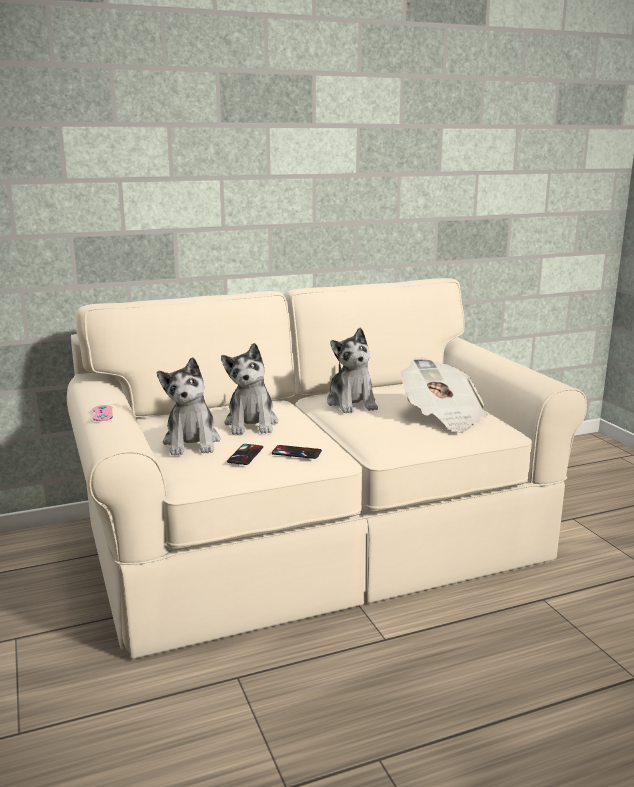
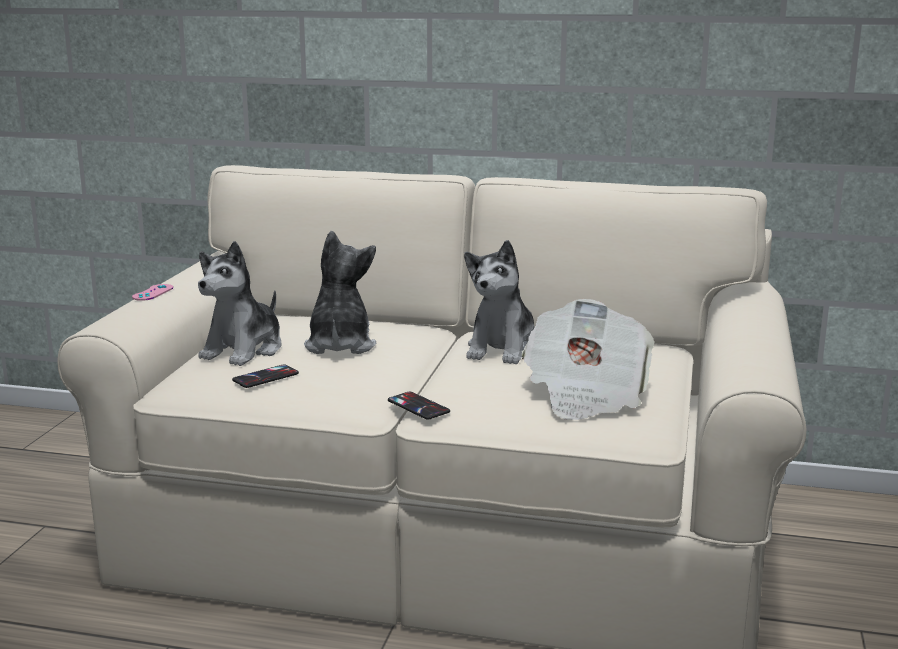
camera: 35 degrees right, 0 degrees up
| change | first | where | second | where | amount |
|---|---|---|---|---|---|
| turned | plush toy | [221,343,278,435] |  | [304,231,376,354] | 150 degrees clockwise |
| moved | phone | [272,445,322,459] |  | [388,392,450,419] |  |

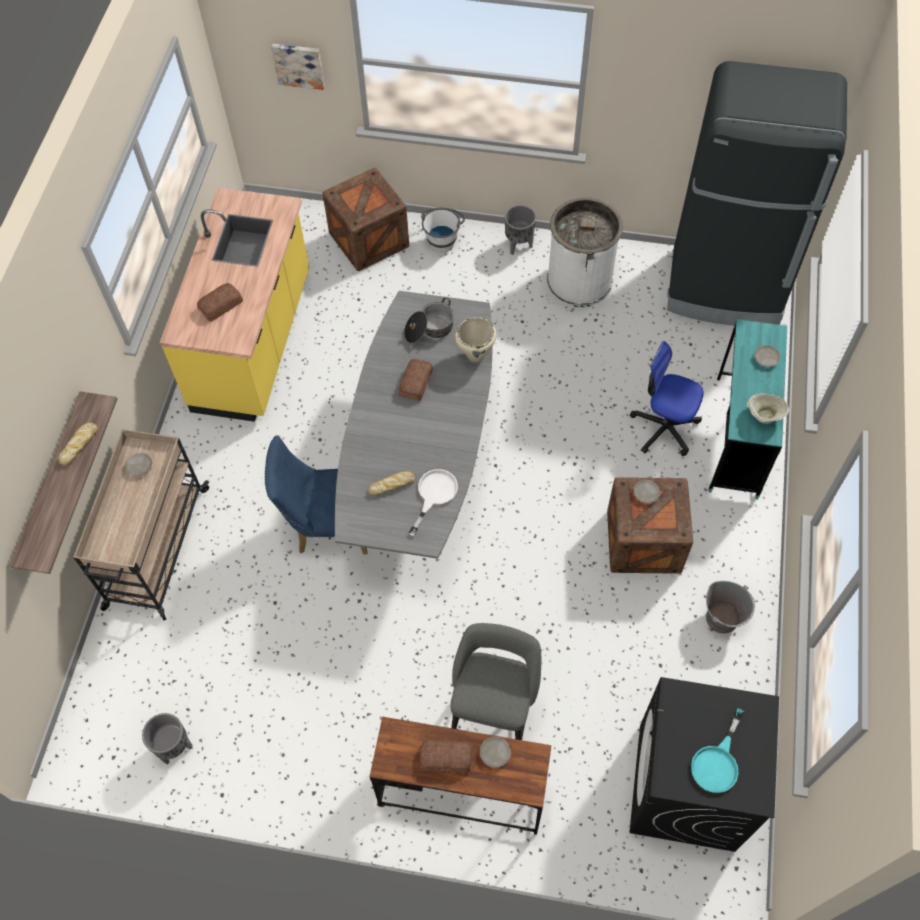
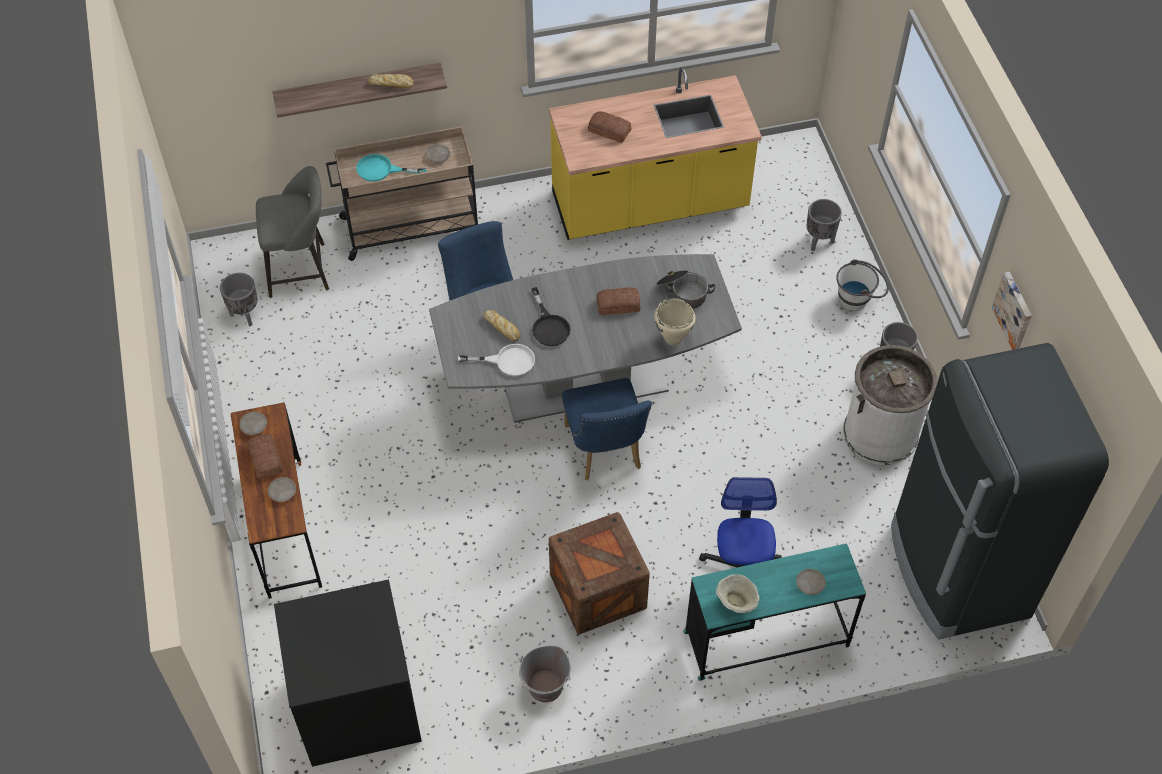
camera: 65 degrees right, 5 degrees down
| change | first | where | second | where | amount |
|---|---|---|---|---|---|
| moved | picture | [271,44,325,90] |  | [992,272,1032,350] |  |
| replaced | crate | [322,168,409,271] | grey planter | [807,199,842,252] |  |
| moved | beige plate | [633,480,660,504] |  | [239,412,267,435] |  |
| moved | grey stool | [451,623,541,740] |  | [256,166,329,298] |  |
| moved | turquoise frying pan | [691,708,744,793] |  | [356,154,426,182] |  |
| added |  |  | black frying pan | [531,287,571,346] |  |
| added |  |  | blue chair | [562,378,652,480] |  |

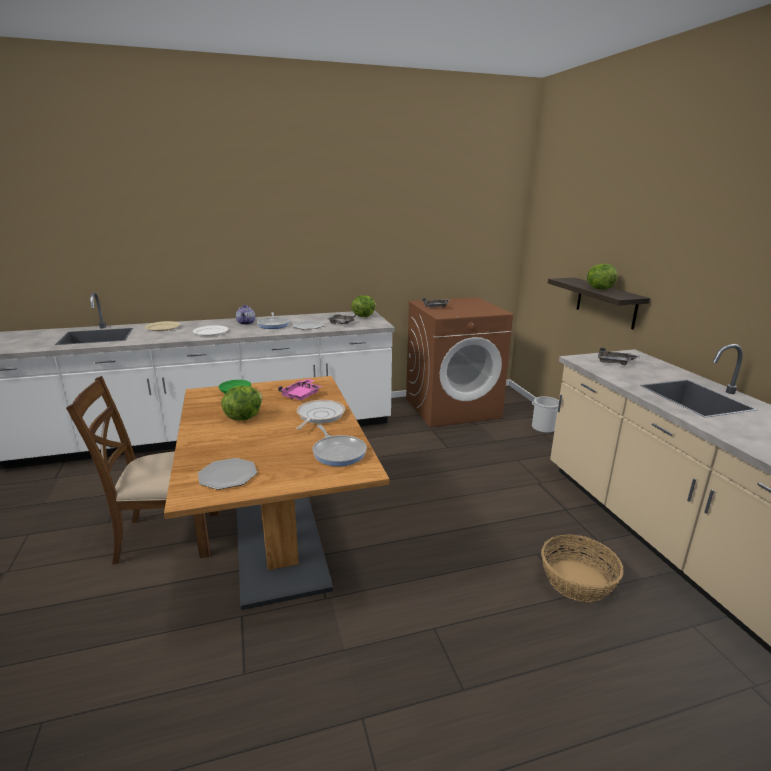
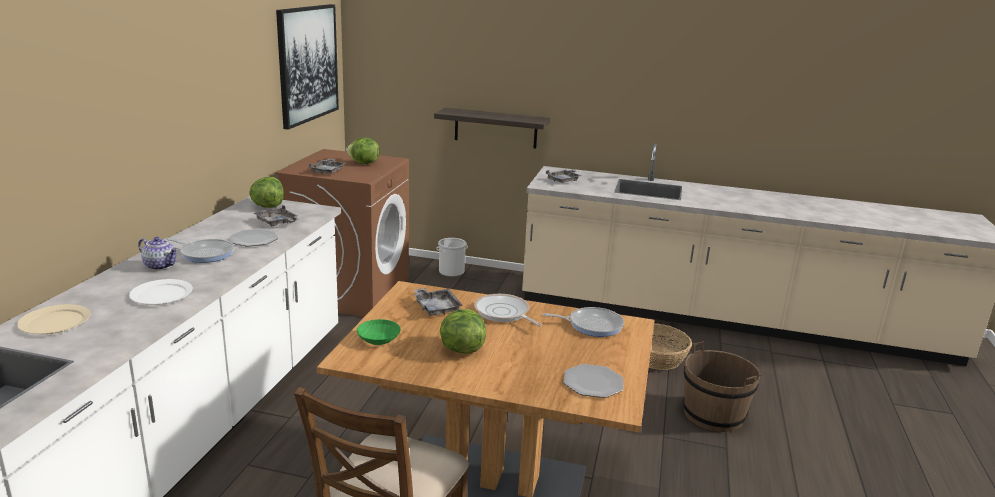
camera: 60 degrees left, 0 degrees up
| change | first | where | second | where | amount |
|---|---|---|---|---|---|
| moved | lettuce | [587,264,618,290] |  | [346,138,380,164] |  |
| recoloured | pink tray | [278,379,322,400] | grey tray | [414,288,463,316] |  |
| added |  |  | picture | [276,4,339,130] |  |
| added |  |  | brown bucket | [683,341,761,432] |  |

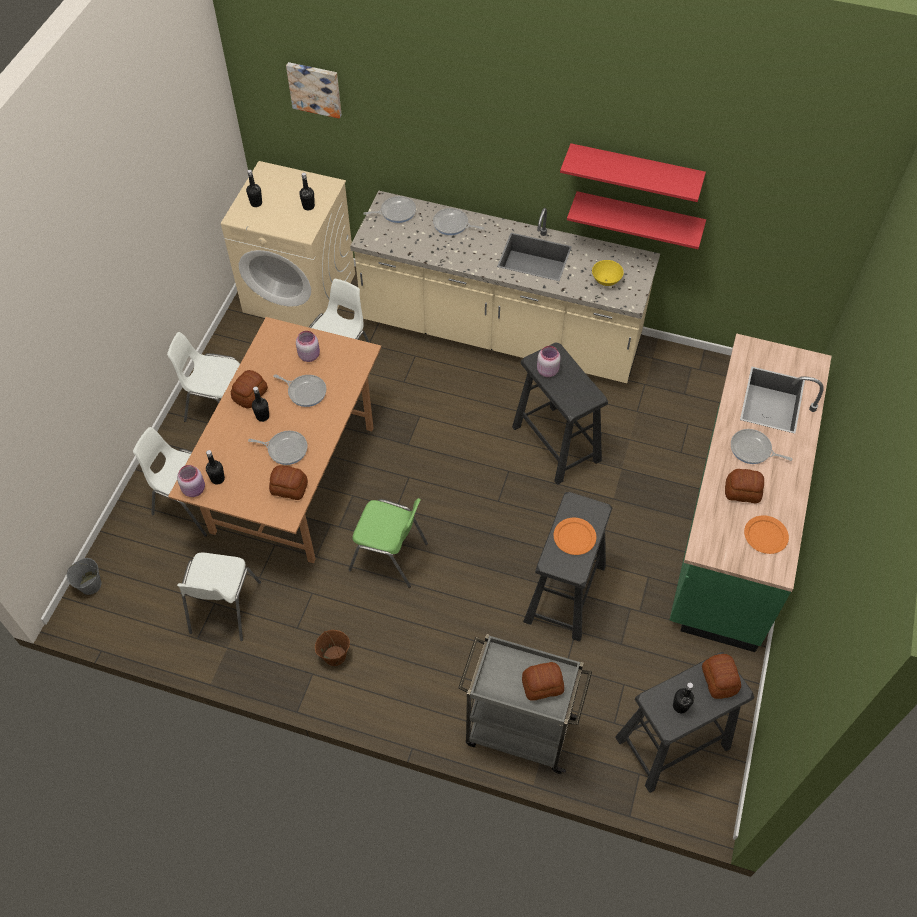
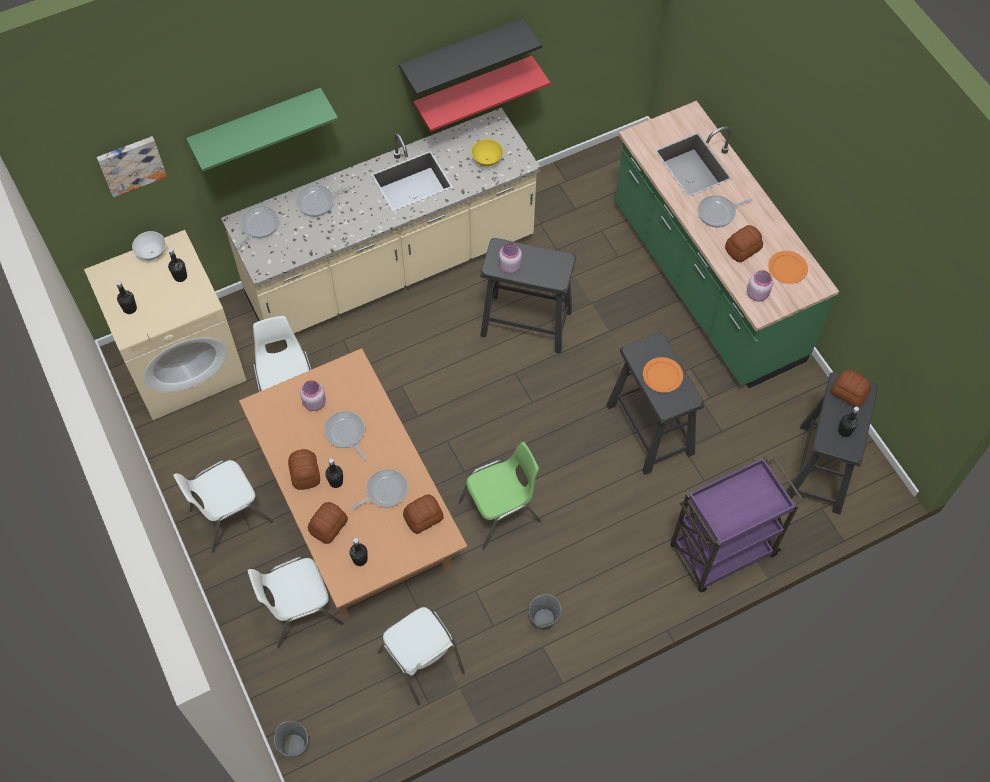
camera: 45 degrees left, 5 degrees up
| change | first | where | second | where | amount |
|---|---|---|---|---|---|
| recoloured | red shelf | [560,143,706,202] | black shelf | [399,18,542,96] |  |
| turned | frying pan | [274,374,326,407] |  | [324,411,366,460] | 105 degrees counterclockwise |
| moved | pink jar | [177,465,205,497] |  | [747,270,773,302] |  |
| recoloured | brown bucket | [315,630,350,666] | grey bucket | [529,594,561,630] |  |
| recoloured | grey cart | [458,634,592,774] | purple cart | [670,456,803,593] |  |
| moved | bread | [522,662,564,701] |  | [308,502,348,544] |  |
| added |  |  | green shelf | [186,88,338,172] |  |
| added |  |  | white bowl | [132,231,166,260] |  |

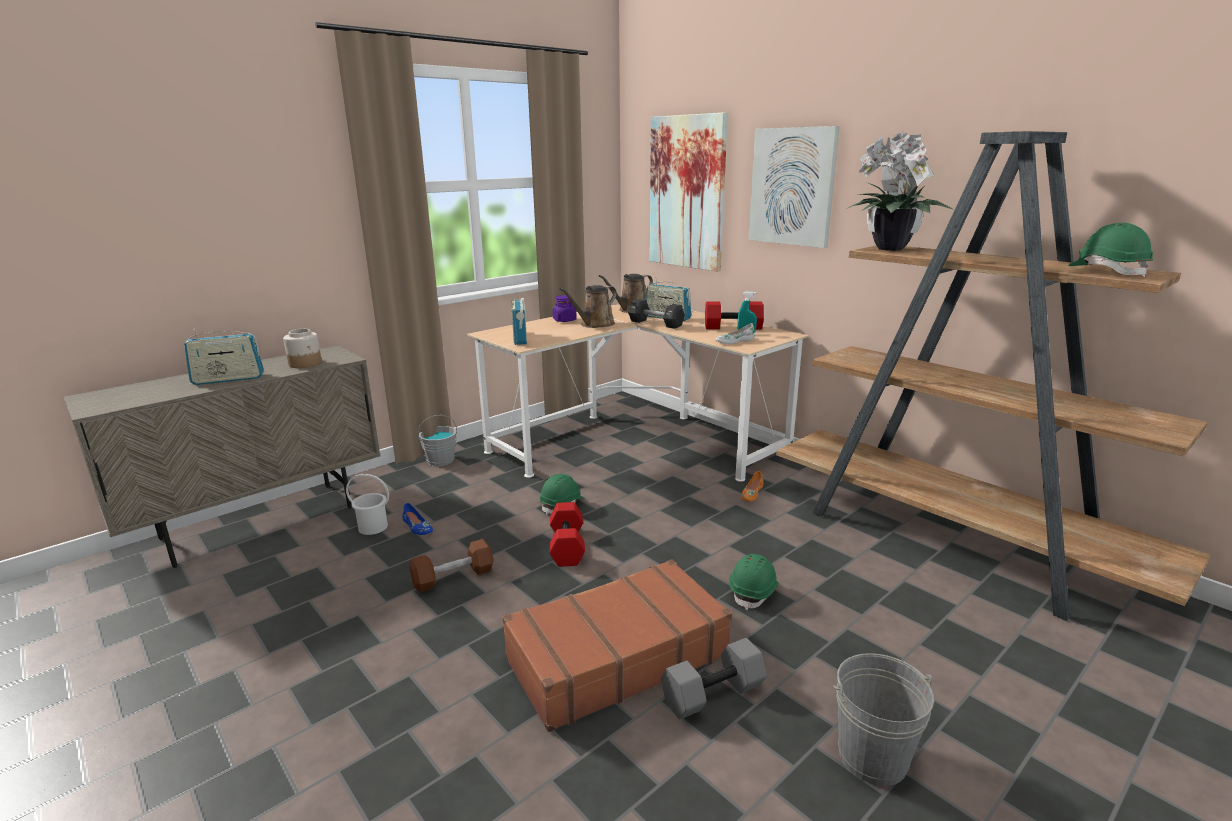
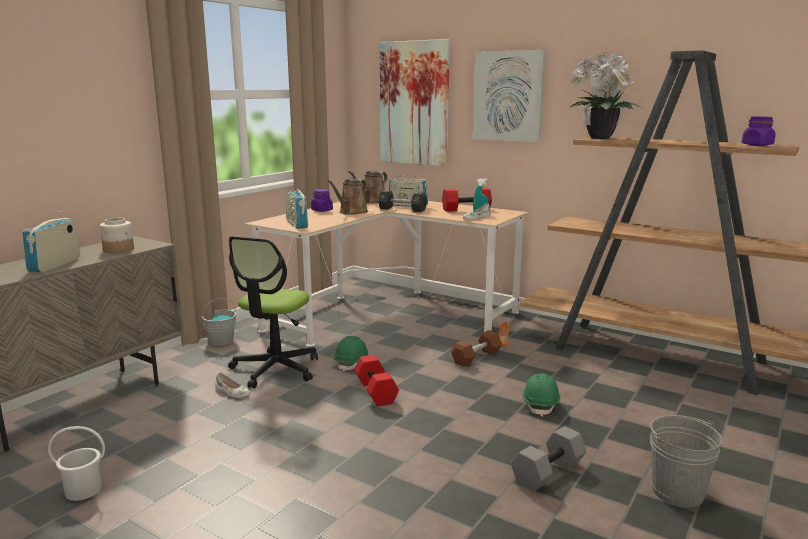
camera: 15 degrees left, 5 degrees down
| change | first | where | second | where | amount |
|---|---|---|---|---|---|
| replaced | green hard hat | [1068,223,1153,277] | purple jar | [742,116,776,146] |  |
| turned | radio | [184,329,264,385] |  | [22,211,80,272] | 135 degrees clockwise |
| moved | white bucket | [346,474,389,535] |  | [48,426,105,501] |  |
| recoloured | blue shoe | [403,503,433,535] | white shoe | [215,372,251,398] |  |
| moved | brown dumbbell | [410,539,494,593] |  | [451,330,502,367] |  |
| removed | brown suitcase | [503,559,732,732] |  |  |  |
| added |  |  | office chair | [228,236,318,388] |  |

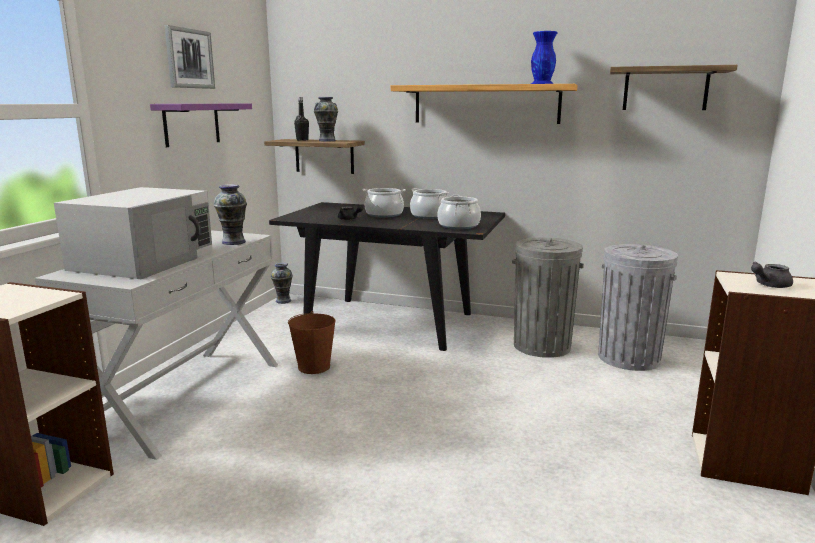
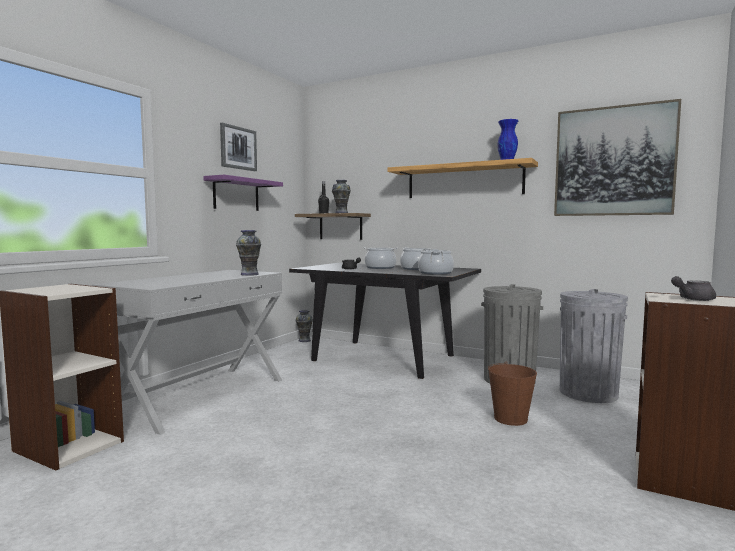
camera: 10 degrees right, 10 degrees down
| change | first | where | second | where | amount |
|---|---|---|---|---|---|
| replaced | shelf | [610,65,738,110] | picture | [554,99,681,216] |  |
| removed | white microwave | [54,187,213,279] |  |  |  |
| moved | brown bucket | [288,311,336,374] |  | [488,362,537,426] |  |

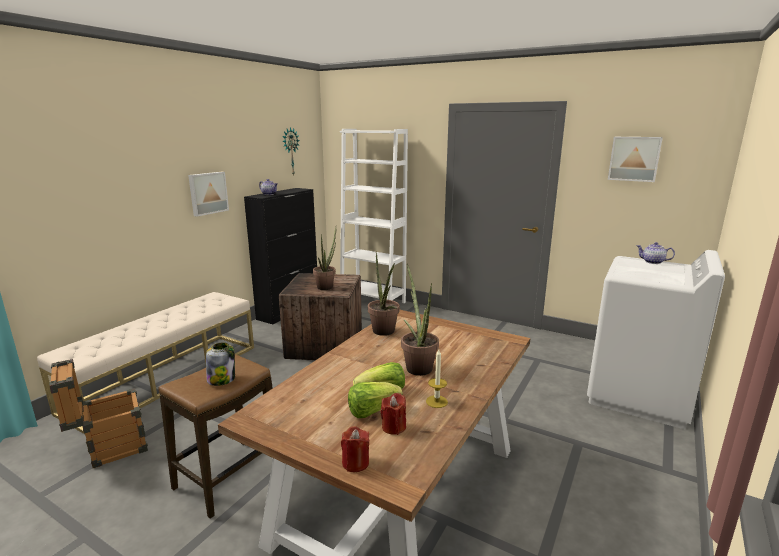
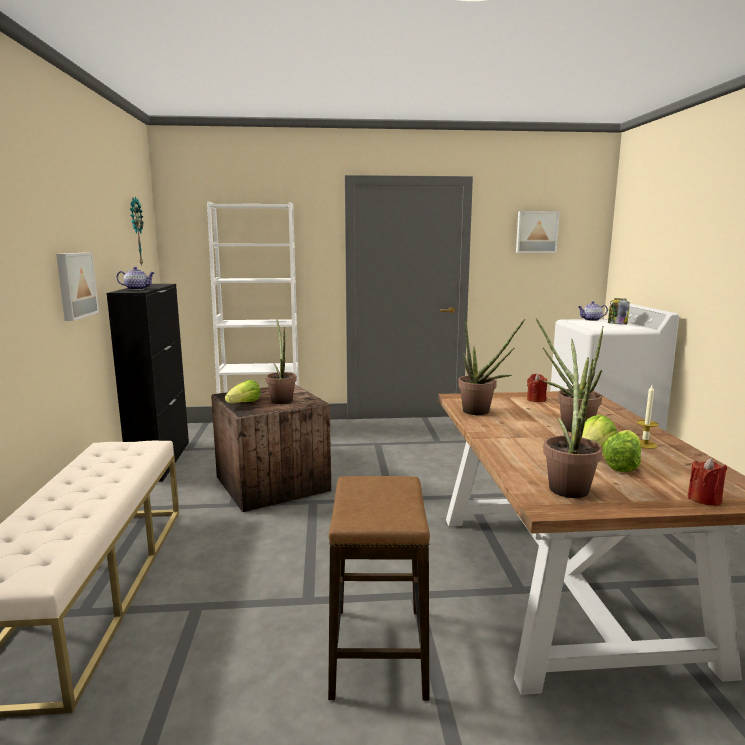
camera: 35 degrees left, 5 degrees down
| change | first | where | second | where | amount |
|---|---|---|---|---|---|
| moved | jar | [206,343,235,386] |  | [608,298,630,325] |  |
| removed | crate | [49,359,148,468] |  |  |  |
| moved | red candle | [380,393,406,435] |  | [527,374,547,402] |  |
| added |  |  | potted plant | [543,339,602,498] |  |
| added |  |  | lettuce | [225,380,261,403] |  |

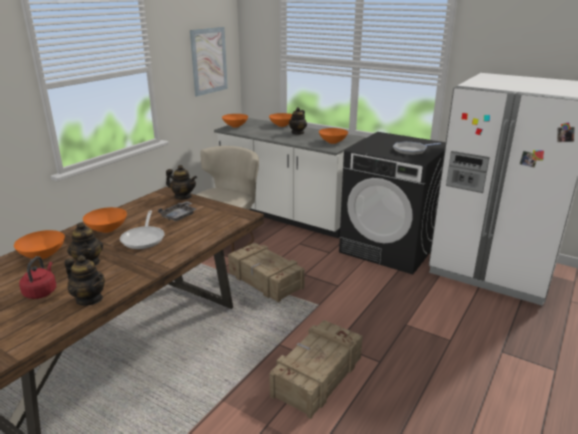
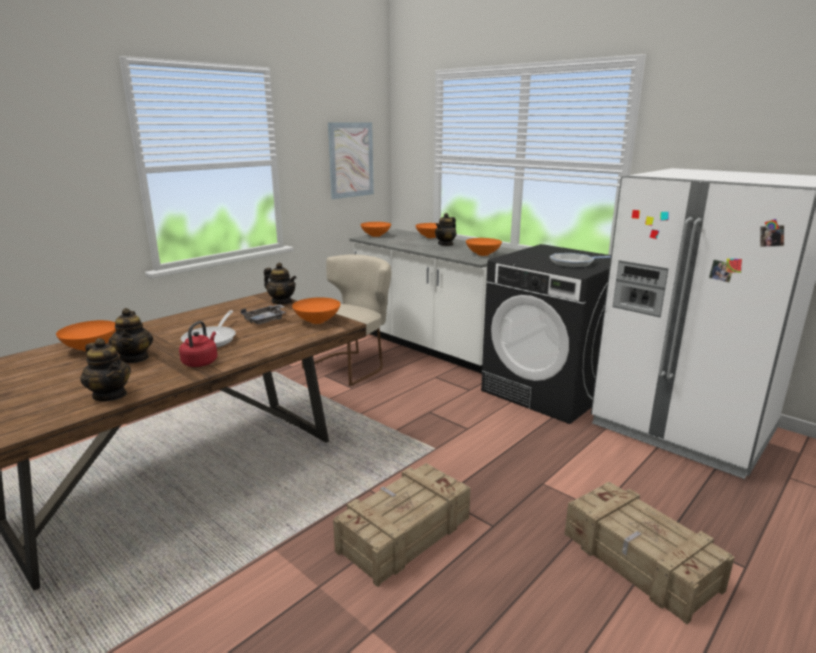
camera: 10 degrees right, 5 degrees down
| change | first | where | second | where | amount |
|---|---|---|---|---|---|
| moved | orange bowl | [83,207,127,233] |  | [292,297,340,324] |  |
| moved | crate | [228,243,305,302] |  | [564,482,735,624] |  |
| moved | red kettle | [19,256,56,299] |  | [179,321,217,367] |  |

